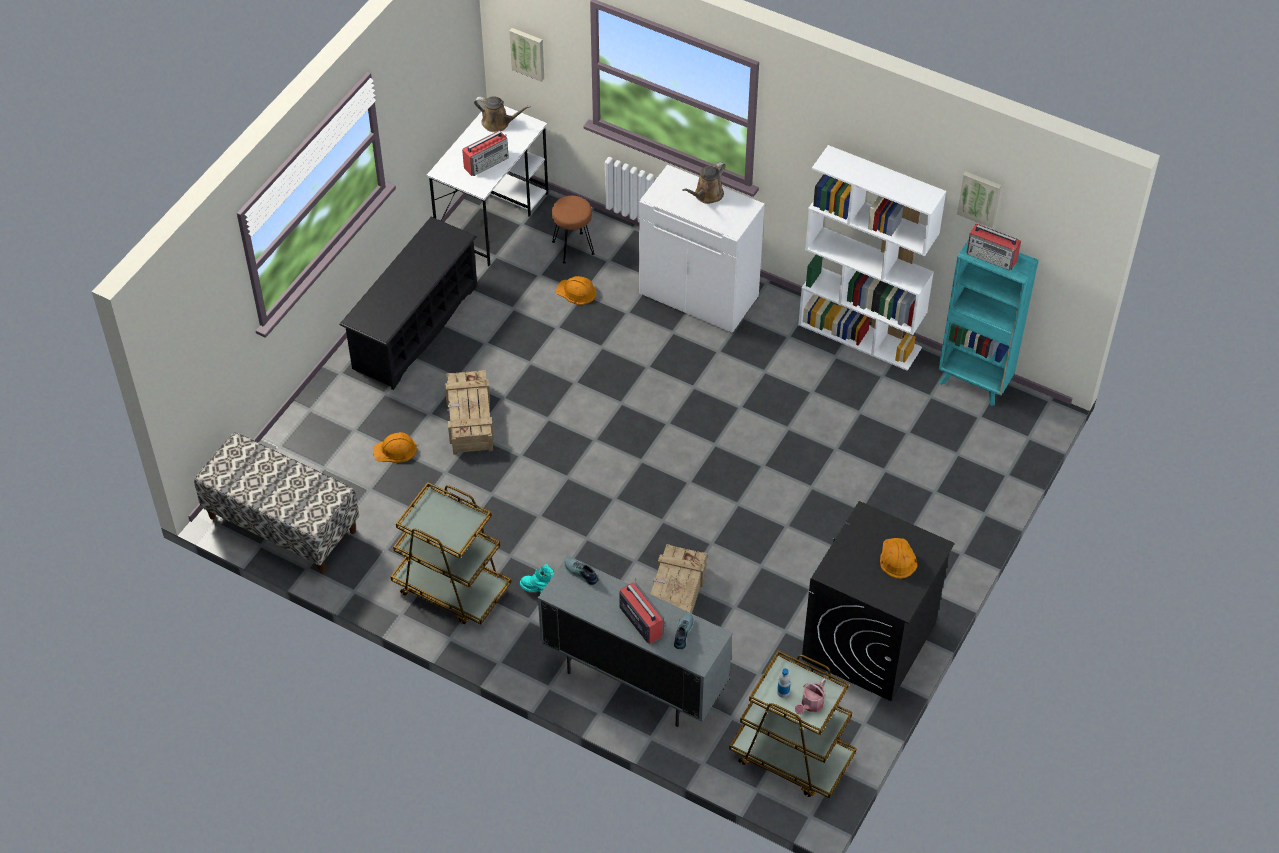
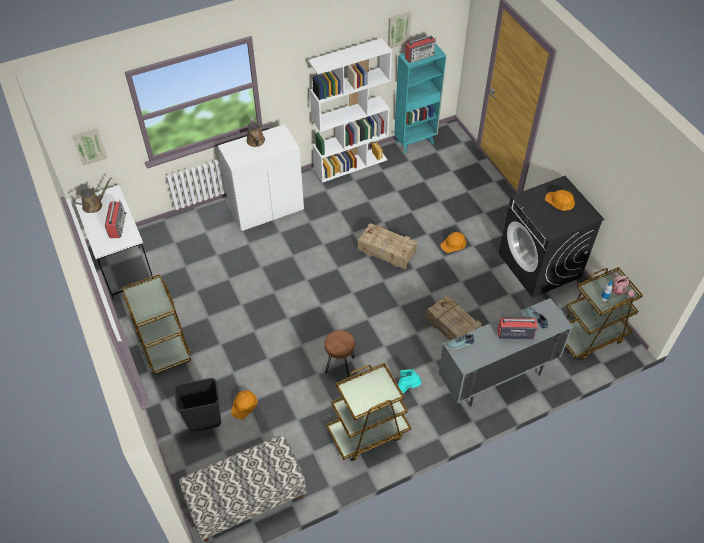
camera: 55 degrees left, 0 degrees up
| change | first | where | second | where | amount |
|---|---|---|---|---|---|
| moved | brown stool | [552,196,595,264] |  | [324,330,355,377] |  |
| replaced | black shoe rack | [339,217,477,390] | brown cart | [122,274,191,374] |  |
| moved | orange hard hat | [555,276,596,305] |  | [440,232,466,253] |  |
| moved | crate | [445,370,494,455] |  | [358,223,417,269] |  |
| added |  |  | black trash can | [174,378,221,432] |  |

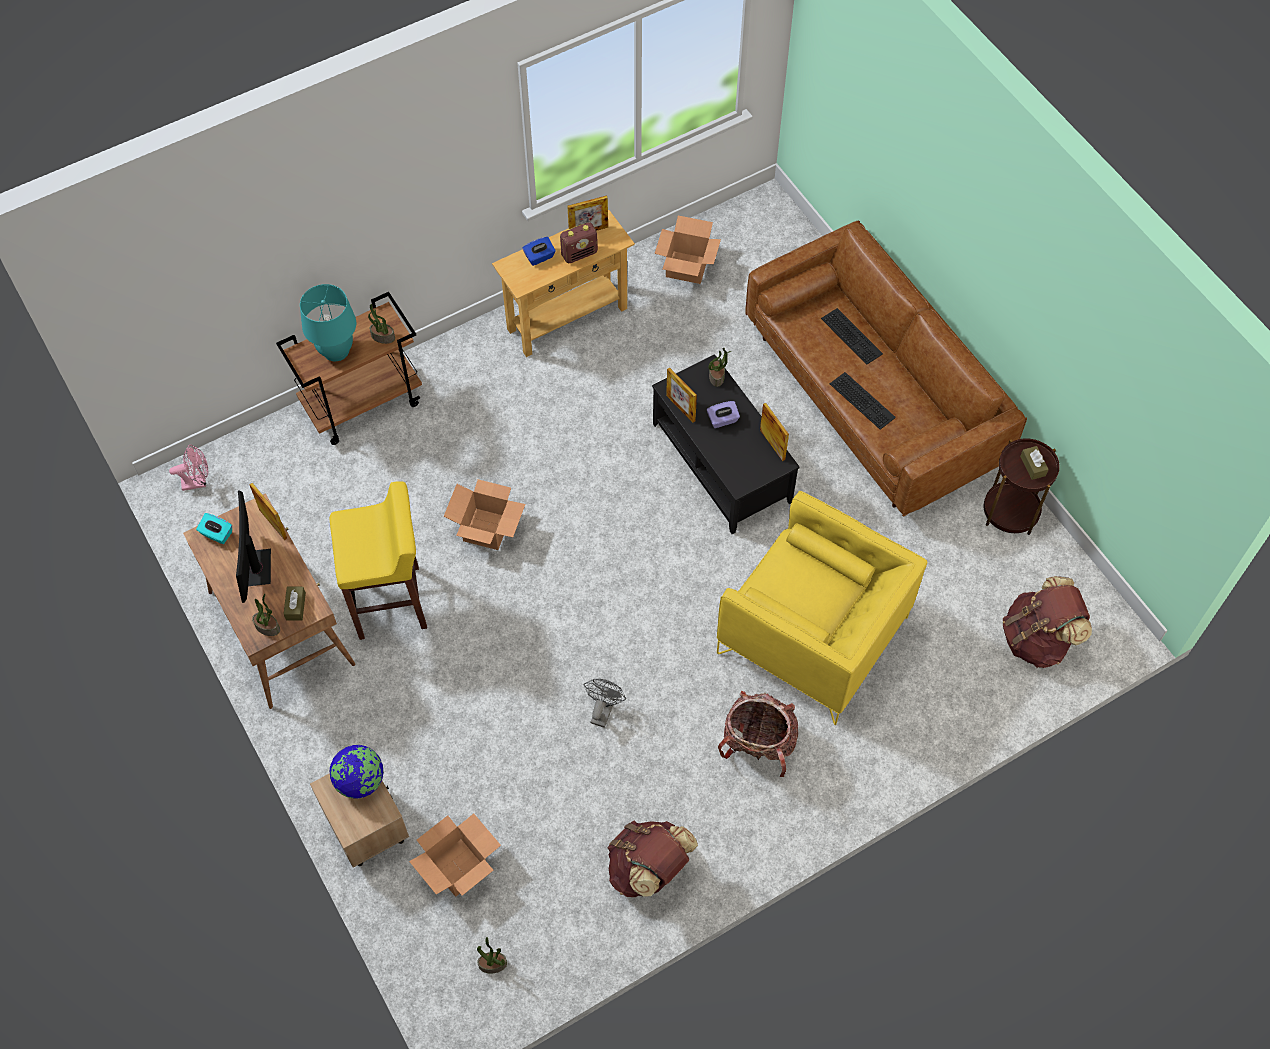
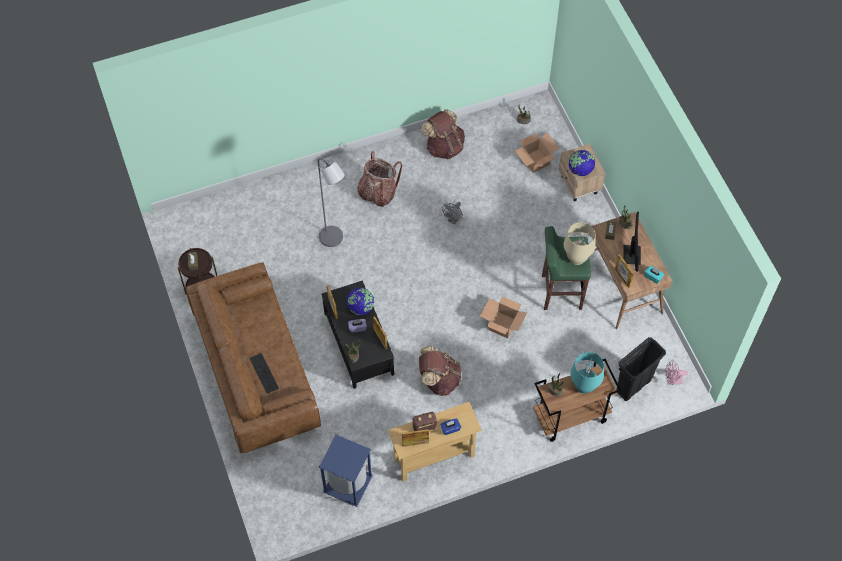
camera: 170 degrees left, 0 degrees up
| change | first | where | second | where | amount |
|---|---|---|---|---|---|
| replaced | cardboard box | [654,216,721,284] | blue trash can | [319,435,373,507] |  |
| removed | keyboard | [830,372,896,430] |  |  |  |
| recoloured | yellow stool | [330,481,427,640] | green stool | [542,226,591,310] |  |
| replaced | yellow armchair | [717,491,928,725] | grey floor lamp | [318,158,345,247] |  |
| moved | brown backpack | [1003,576,1092,668] |  | [419,346,461,396] |  |
| added |  |  | beige table lamp | [564,222,596,265] |  |
| added |  |  | globe | [346,288,374,315] |  |
| added |  |  | black trash can | [617,337,666,401] |  |

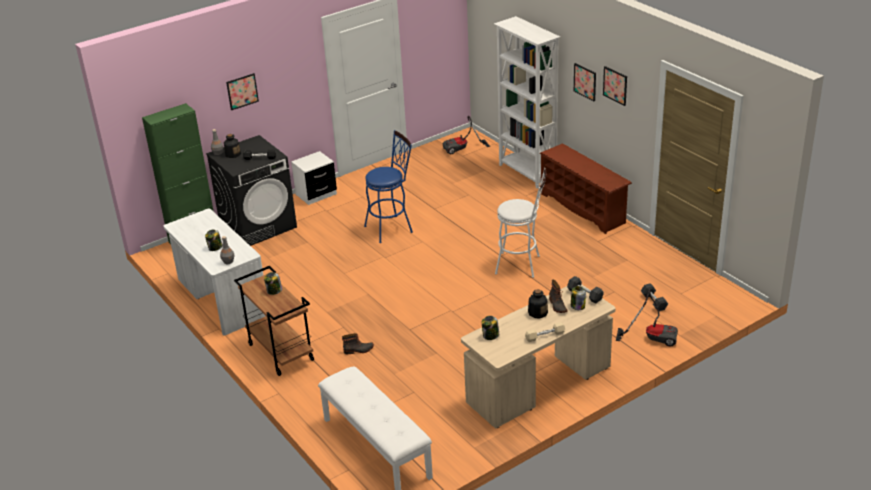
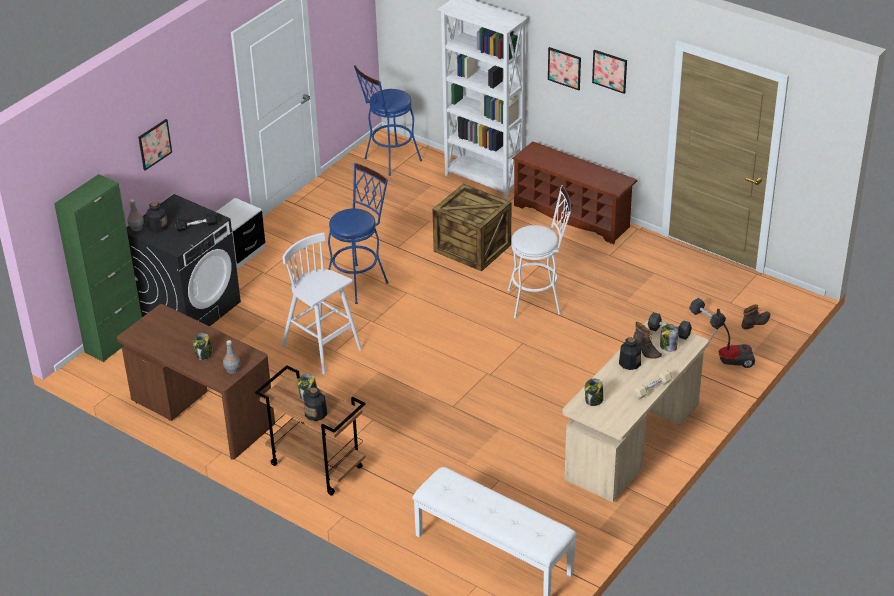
camera: 20 degrees left, 5 degrees up
| change | first | where | second | where | amount |
|---|---|---|---|---|---|
| replaced | vacuum cleaner | [443,116,490,154] | blue stool | [354,65,422,176] |  |
| recoloured | white desk | [164,209,265,335] | brown desk | [117,304,275,460] |  |
| moved | boot | [342,333,374,354] |  | [742,304,771,329] |  |
| added |  |  | crate | [432,184,511,271] |  |
| added |  |  | white stool | [281,232,362,374] |  |
| added |  |  | bottle | [304,388,327,421] |  |

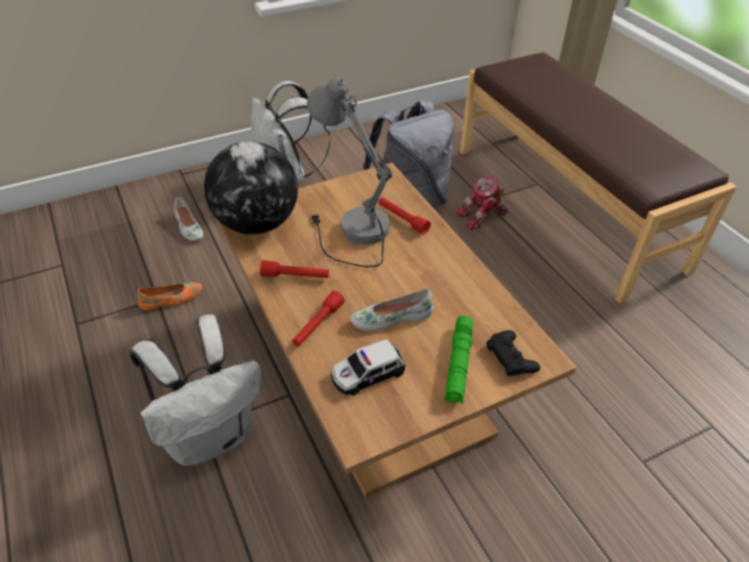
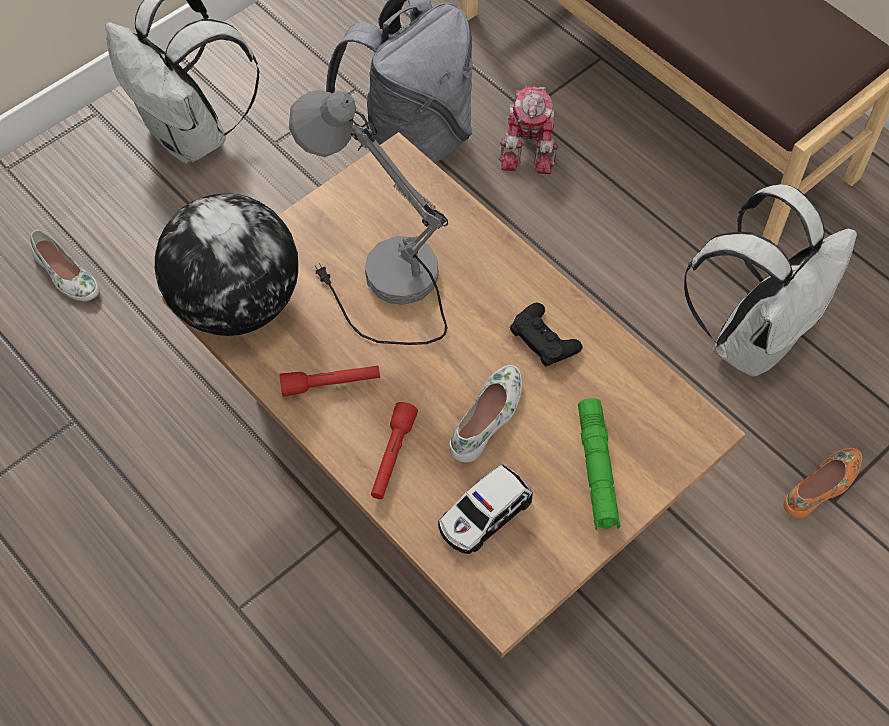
camera: 15 degrees left, 15 degrees up
| change | first | where | second | where | amount |
|---|---|---|---|---|---|
| turned | toy robot | [456,176,507,230] |  | [499,86,559,174] | 45 degrees counterclockwise |
| removed | red flashlight | [378,197,431,235] |  |  |  |
| moved | orange shoe | [137,282,202,310] |  | [783,448,862,518] |  |
| turned | white shoe | [350,289,434,331] |  | [449,365,522,463] | 150 degrees clockwise |
| moved | white backpack | [130,315,261,466] |  | [684,184,857,377] |  |
| moved | black game controller | [486,330,540,376] |  | [510,303,582,367] |  |

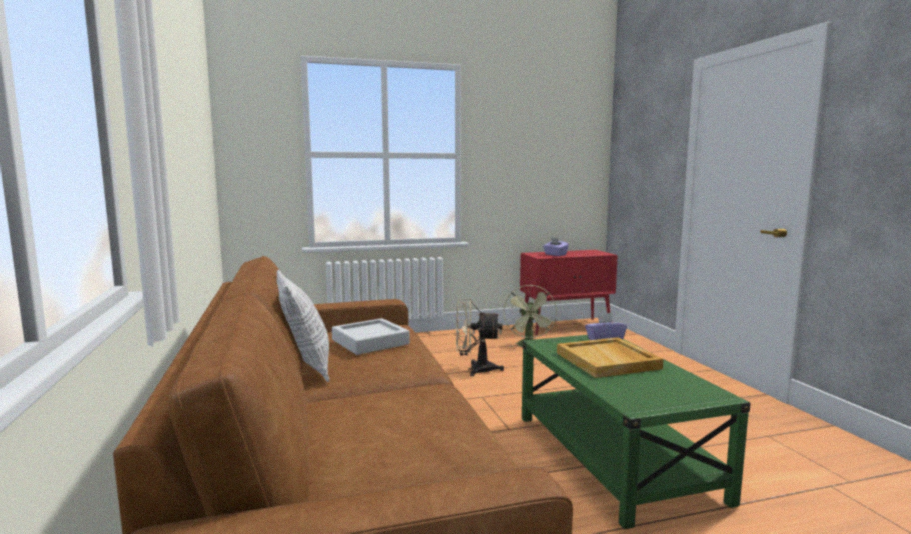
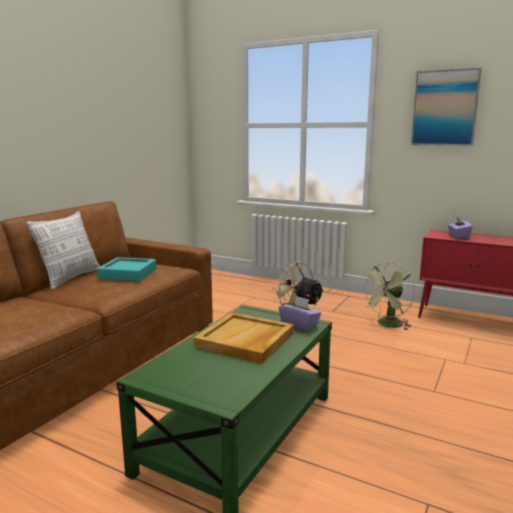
camera: 45 degrees right, 5 degrees up
| change | first | where | second | where | amount |
|---|---|---|---|---|---|
| recoloured | grey tray | [332,318,410,355] | turquoise tray | [97,257,156,281] |  |
| added |  |  | picture | [411,68,481,146] |  |

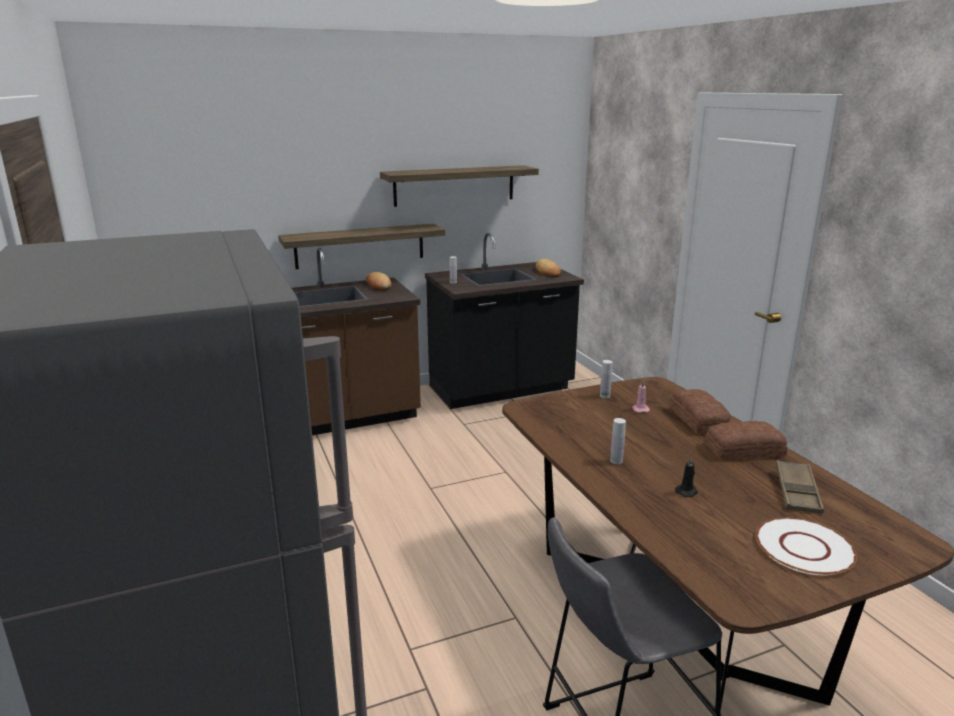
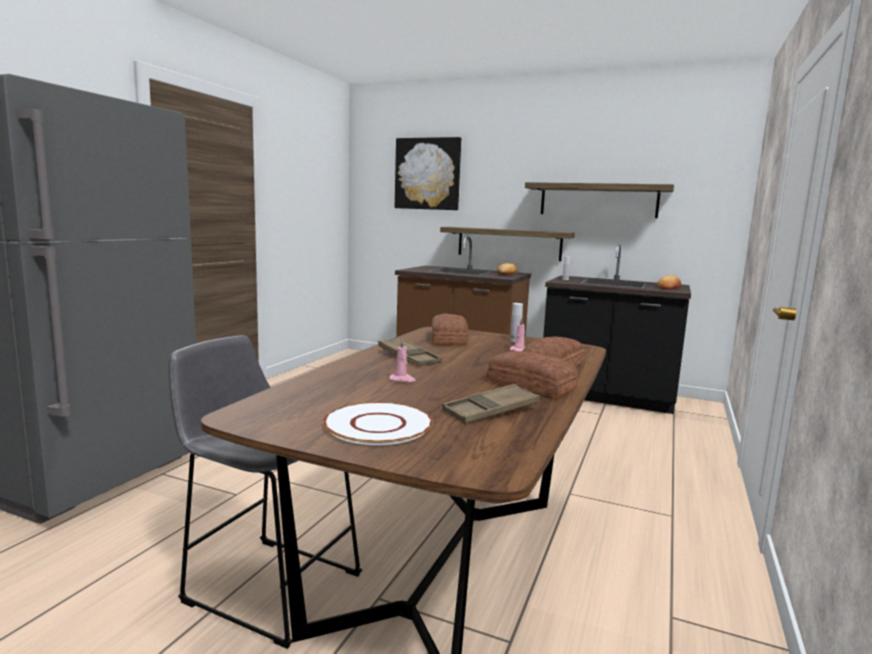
camera: 45 degrees right, 10 degrees down
| change | first | where | second | where | amount |
|---|---|---|---|---|---|
| replaced | white bottle | [610,418,626,464] | brown tray | [378,338,442,366] |  |
| recoloured | black candle | [675,457,698,497] | pink candle | [389,338,415,382] |  |
| added |  |  | picture | [395,137,461,210] |  |
| added |  |  | bread | [432,313,468,345] |  |

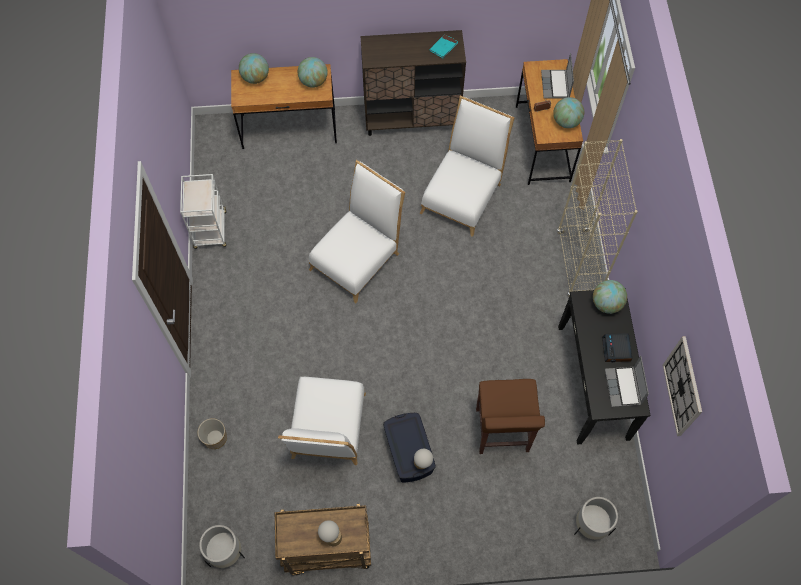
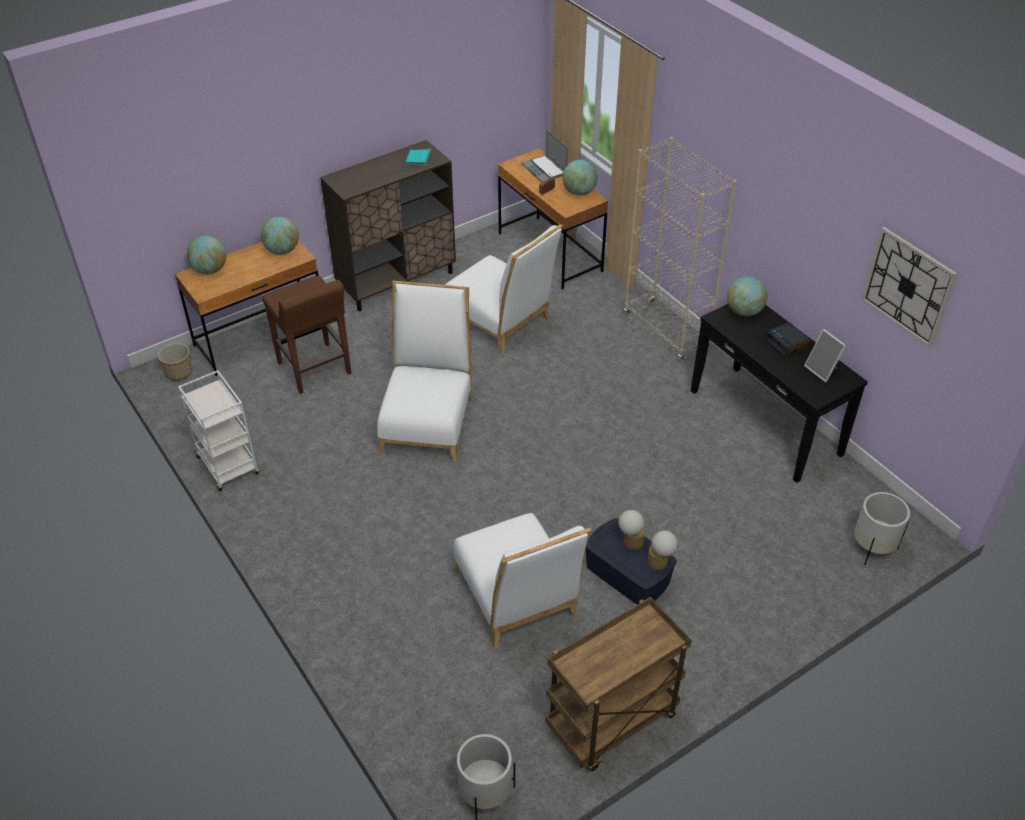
camera: 30 degrees left, 20 degrees down
| change | first | where | second | where | amount |
|---|---|---|---|---|---|
| turned | white chair | [419,96,514,237] |  | [445,224,563,354] | 135 degrees clockwise |
| replaced | laptop | [605,356,649,407] | picture frame | [804,329,846,382] |  |
| moved | brown stool | [476,379,545,454] |  | [262,276,351,394] |  |
| moved | planter | [198,418,227,449] |  | [158,343,192,381] |  |
| moved | table lamp | [318,520,342,546] |  | [619,510,645,550] |  |

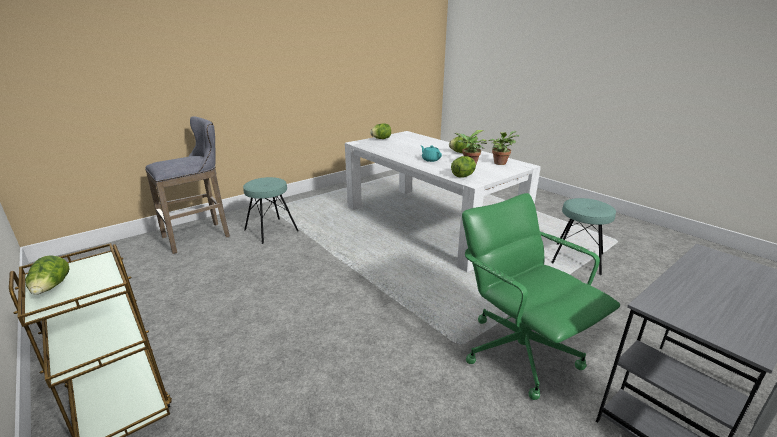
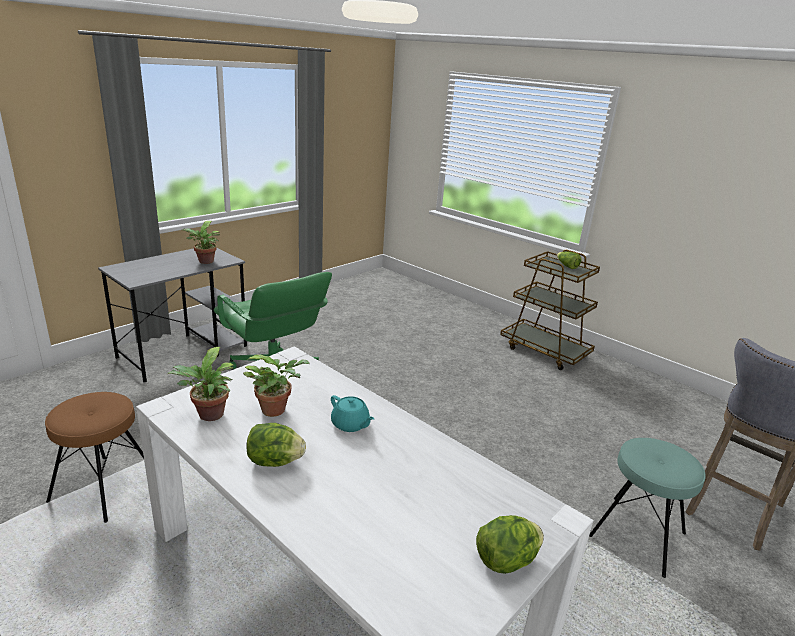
camera: 170 degrees right, 0 degrees up
| change | first | where | second | where | amount |
|---|---|---|---|---|---|
| removed | lettuce | [451,156,476,178] |  |  |  |
| recoloured | turquoise stool | [551,198,616,275] | brown stool | [45,392,144,523] |  |
| added |  |  | potted plant | [182,221,220,264] |  |

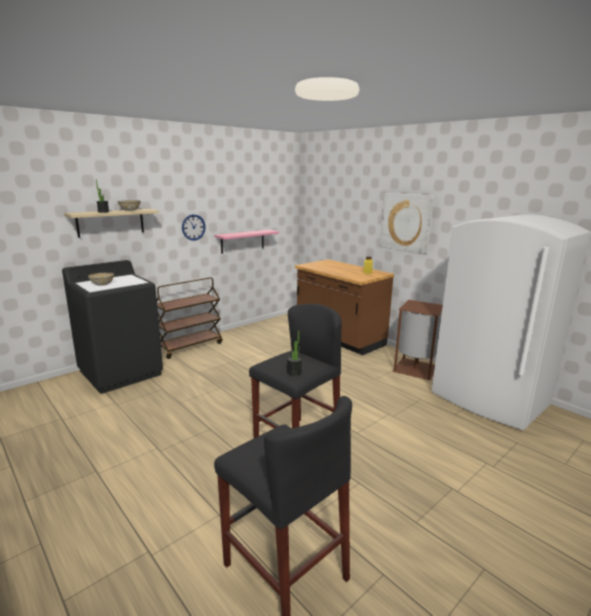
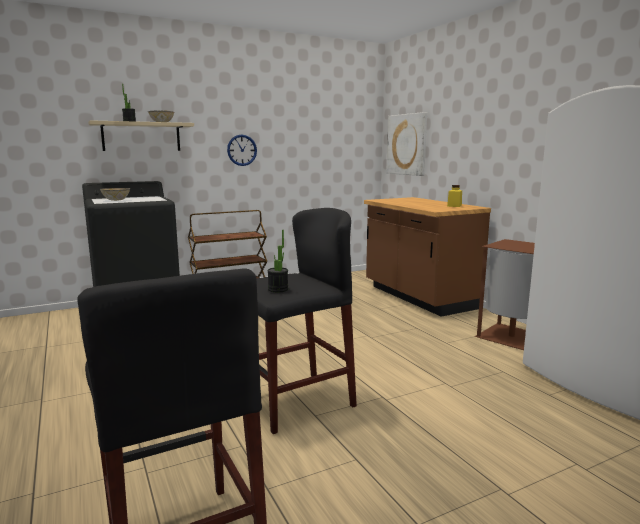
camera: 15 degrees right, 5 degrees down
| change | first | where | second | where | amount |
|---|---|---|---|---|---|
| moved | picture | [380,193,434,255] |  | [386,112,427,176] |  |
| removed | pink shelf | [214,229,279,254] |  |  |  |

